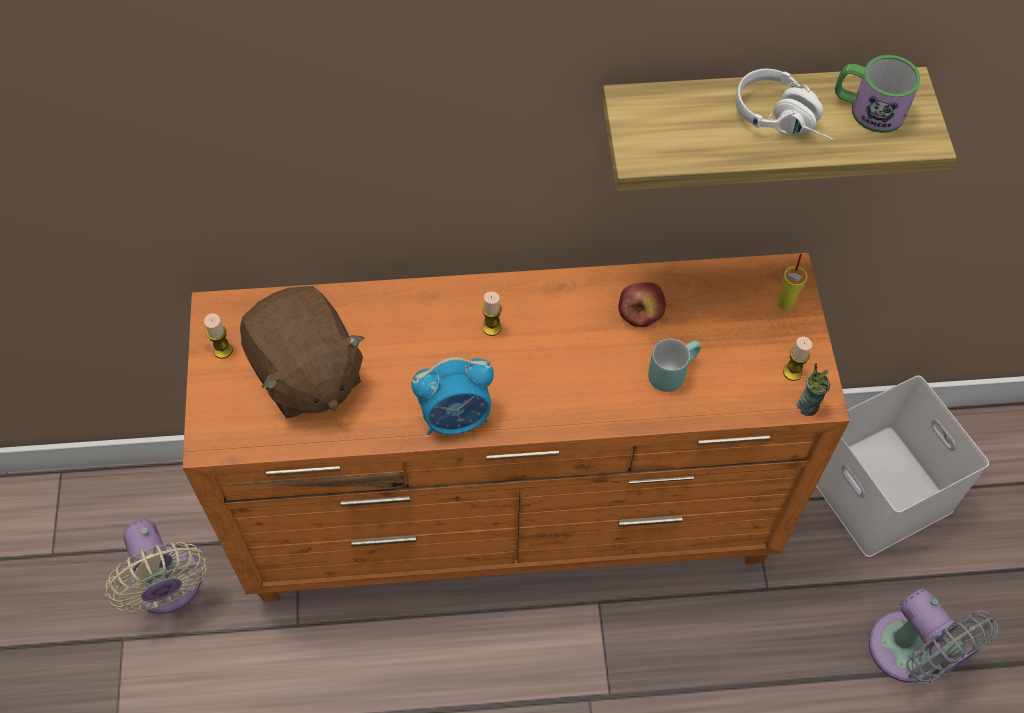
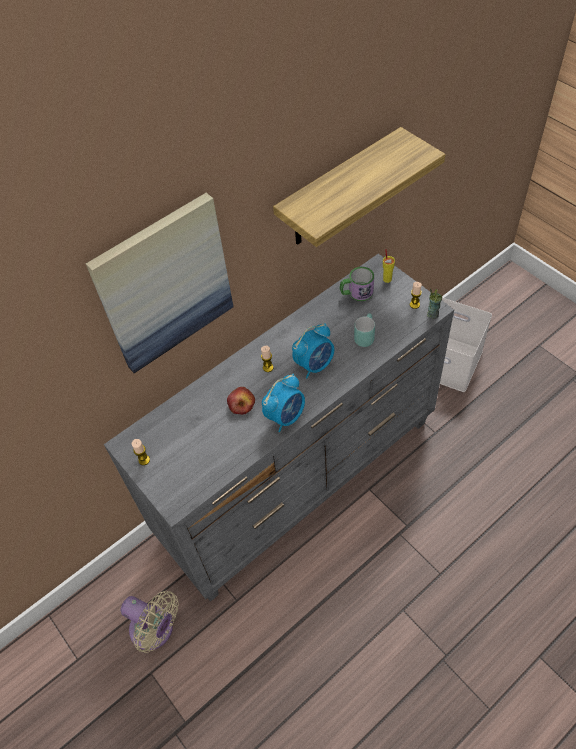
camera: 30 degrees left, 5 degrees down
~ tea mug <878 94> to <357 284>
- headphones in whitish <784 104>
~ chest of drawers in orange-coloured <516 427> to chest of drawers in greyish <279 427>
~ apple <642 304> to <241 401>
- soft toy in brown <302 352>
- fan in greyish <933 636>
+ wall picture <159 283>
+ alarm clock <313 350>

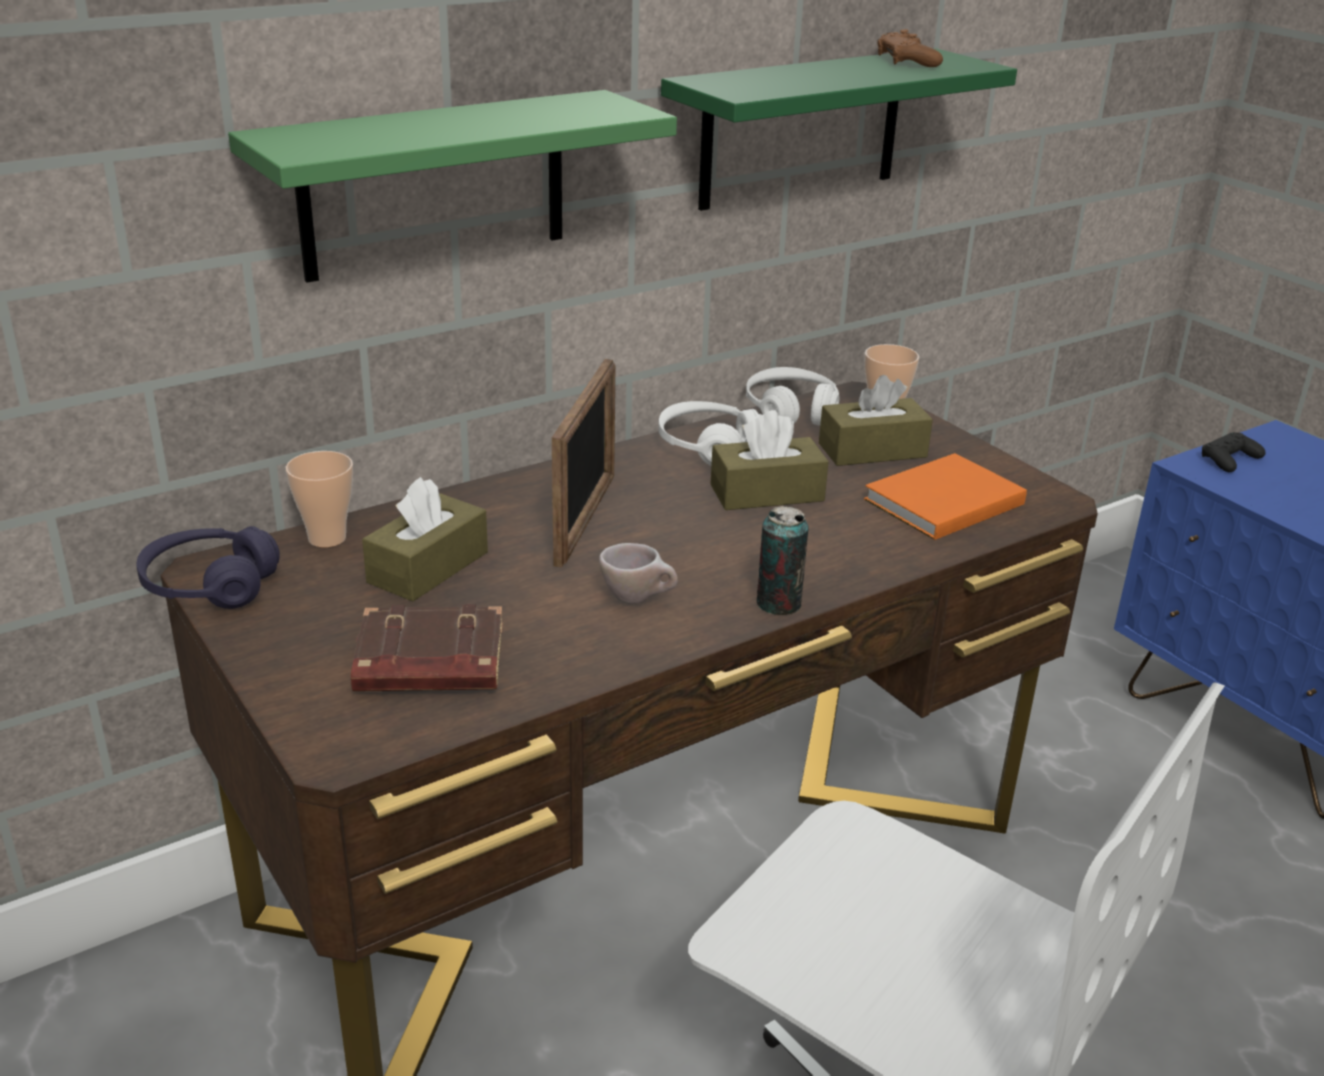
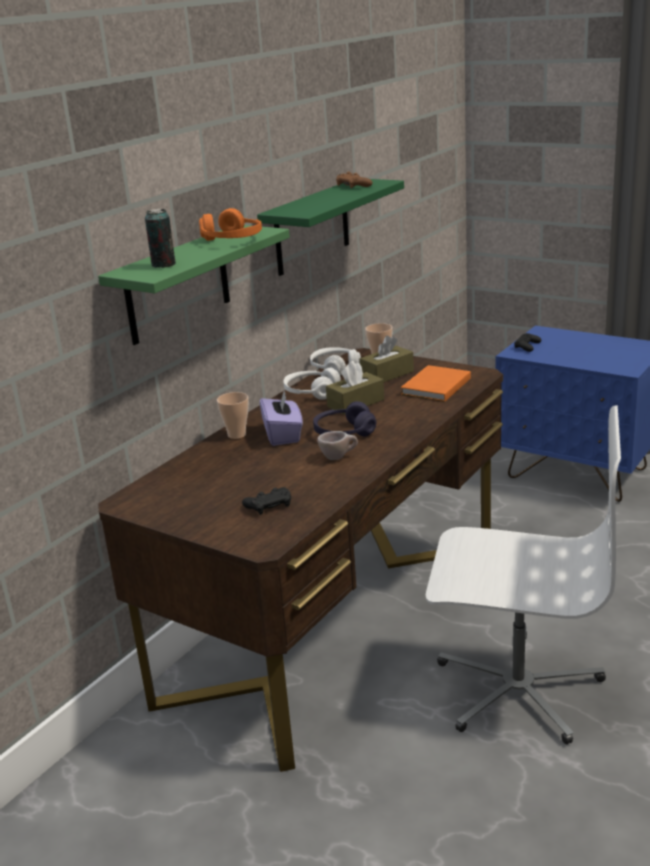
camera: 20 degrees left, 5 degrees down
~ picture frame <583 463> to box of tissues in purple <281 419>
~ drinking cup <319 499> to <233 415>
- box of tissues in brown <425 539>
~ metal can <783 560> to <160 238>
~ headphones in purple <208 567> to <344 419>
~ book in brown <427 647> to gamepad in black <266 501>
+ headphones in orange-coloured <230 224>

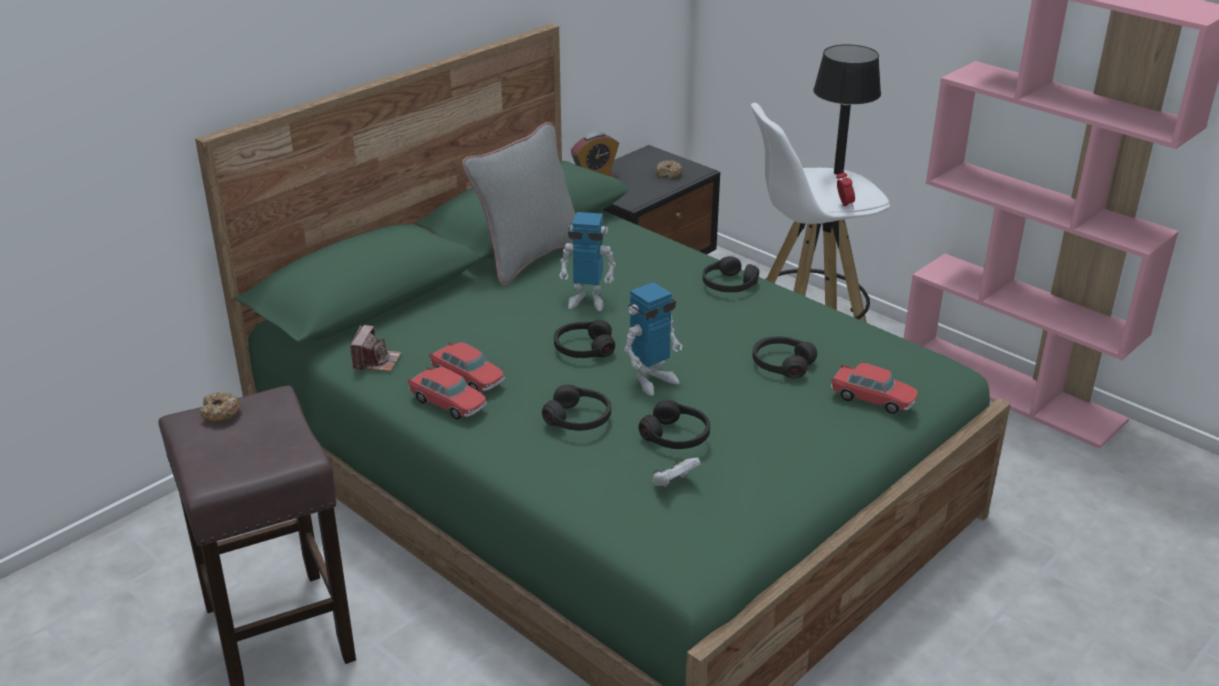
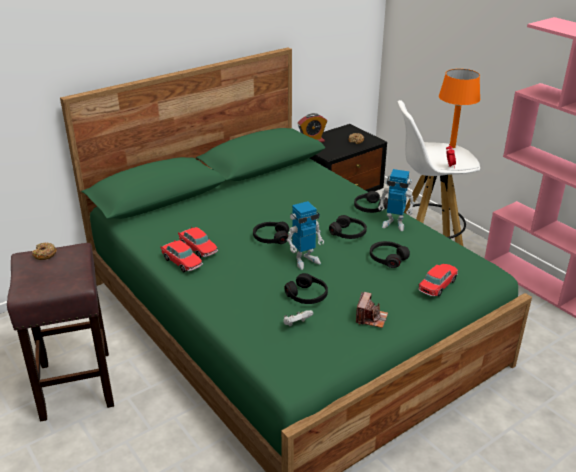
camera: 10 degrees right, 0 degrees up
~ lamp for a table in black <847 109> to lamp for a table in orange-coloured <459 108>
- pillow in greyish <519 203>
~ model robot <587 261> to <396 200>
~ photo camera <376 348> to <372 310>
~ miniature car <874 388> = <438 280> 90 degrees counterclockwise
~ headphones in black <576 408> to <348 227>

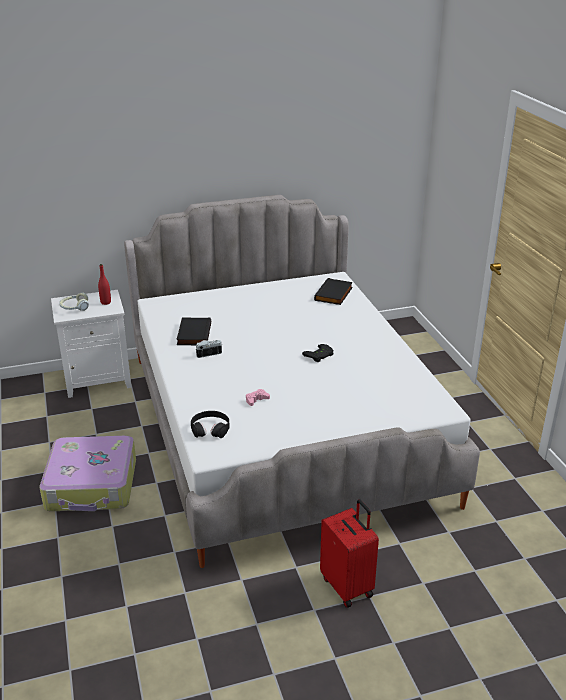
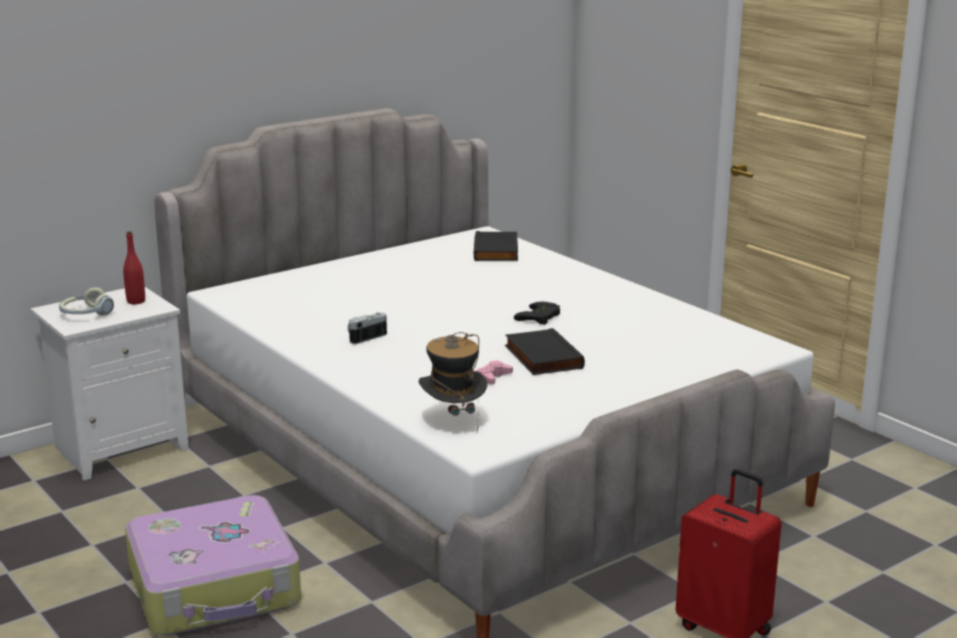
camera: 20 degrees left, 10 degrees down
~ book in black <193 331> to <545 351>
~ headphones in black <210 424> to hat <452 382>

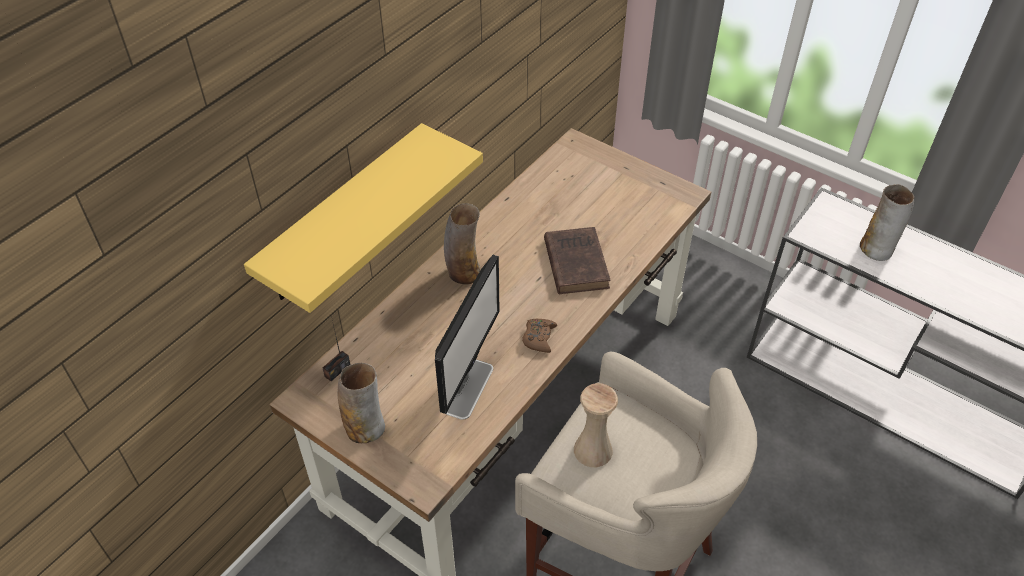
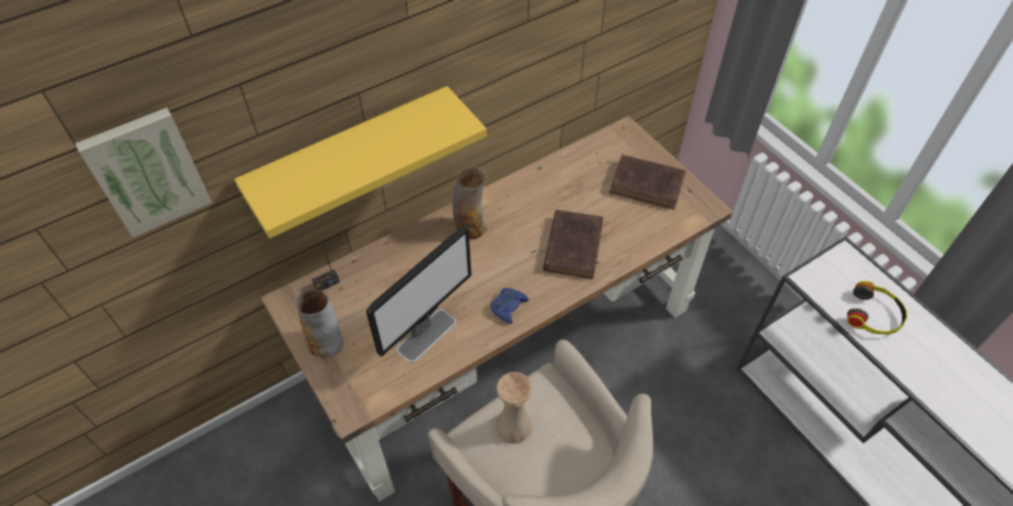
camera: 20 degrees right, 5 degrees up
~ vase <887 222> to headphones <877 308>
~ gamepad in brown <539 336> to gamepad in bluish <509 306>
+ wall picture <143 172>
+ book in brown <647 182>

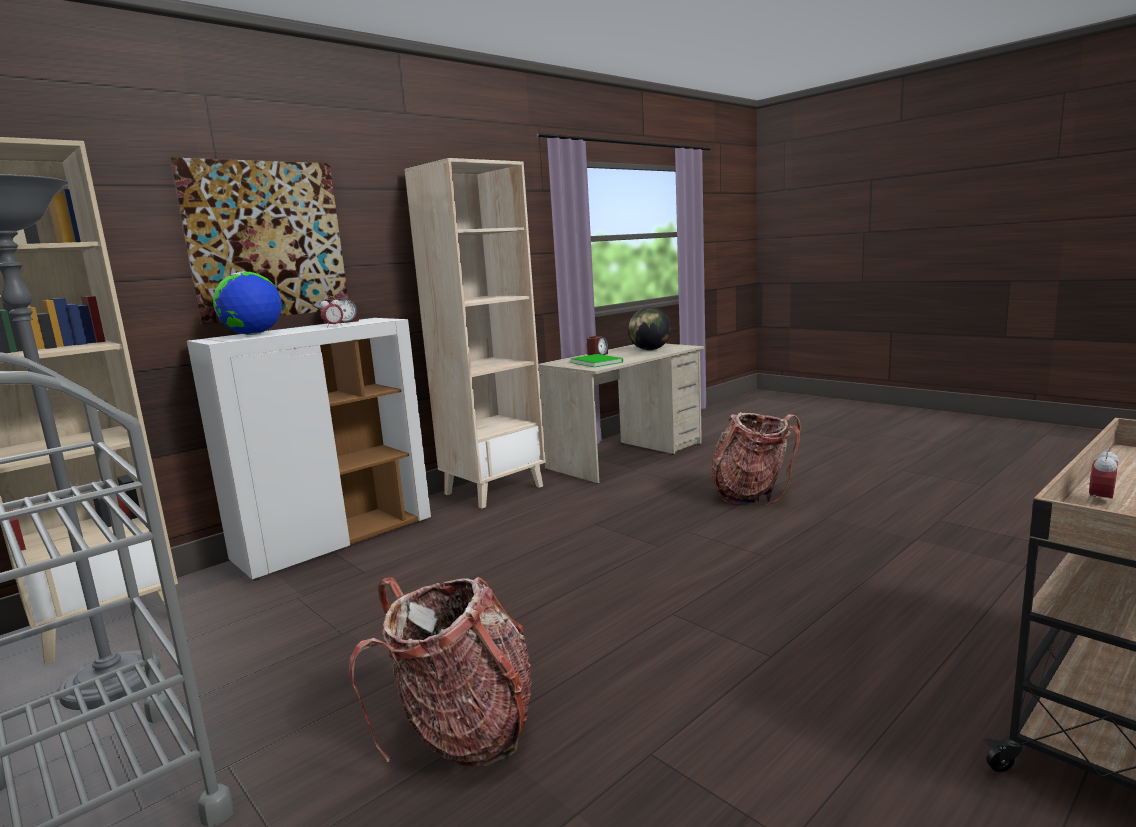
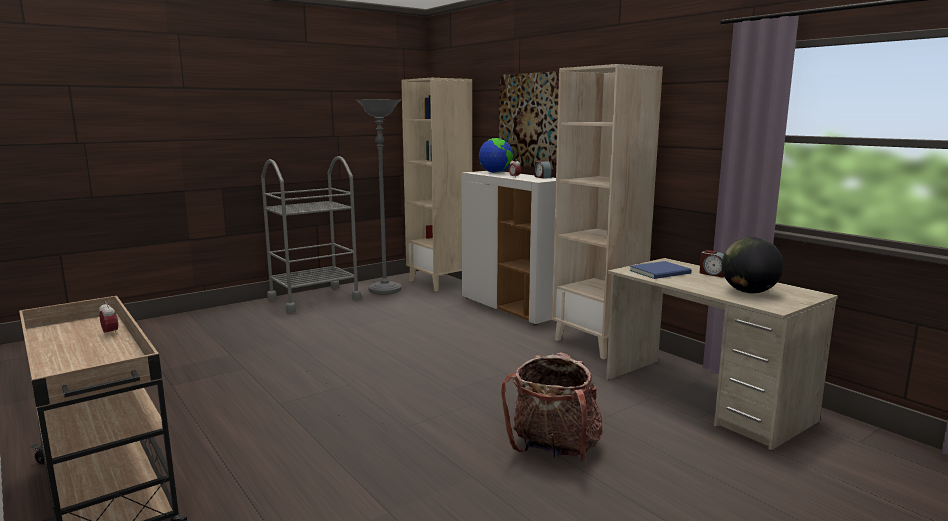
camera: 95 degrees right, 0 degrees up
~ book in green <596 360> to book in bluish <660 270>
- backpack <440 671>

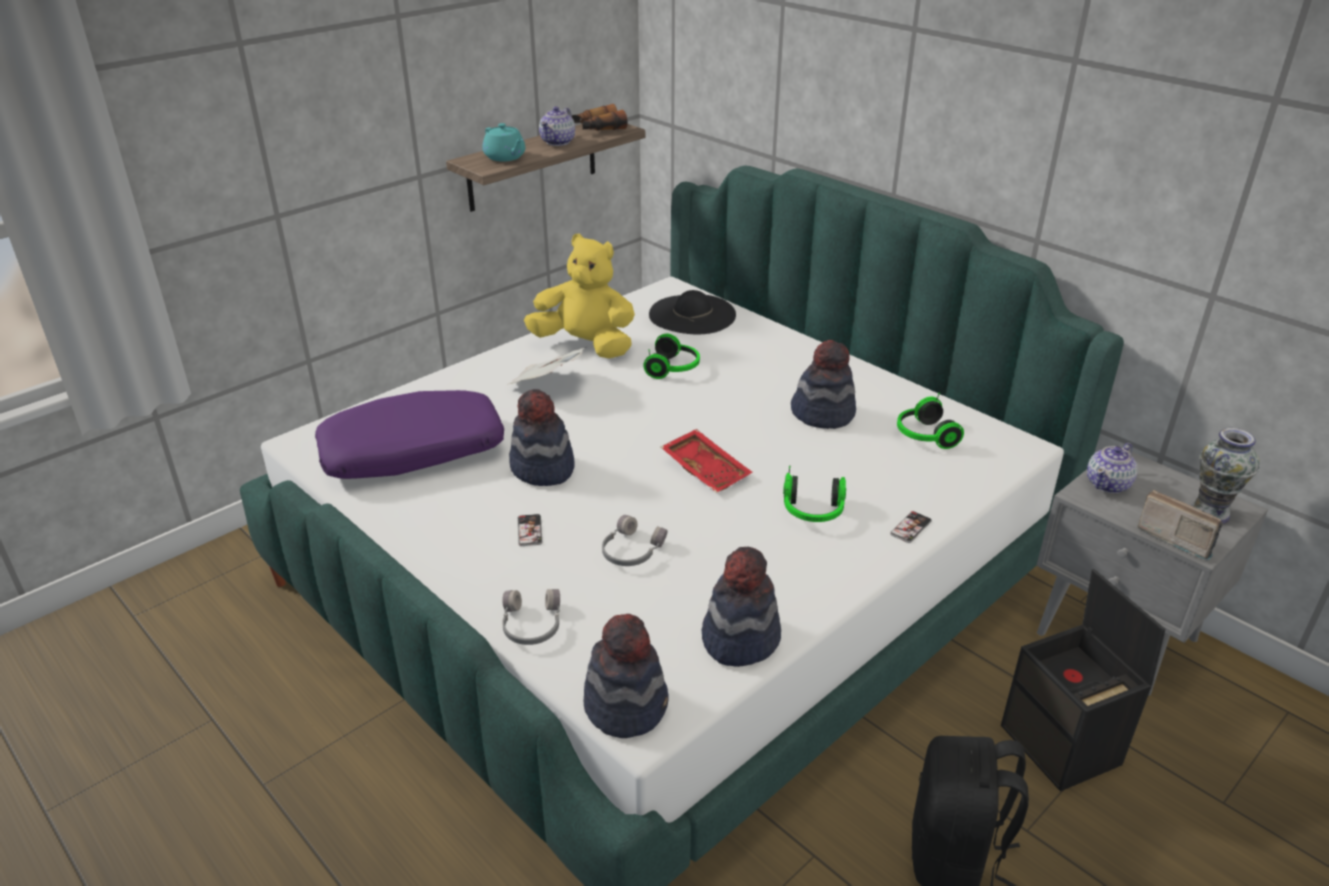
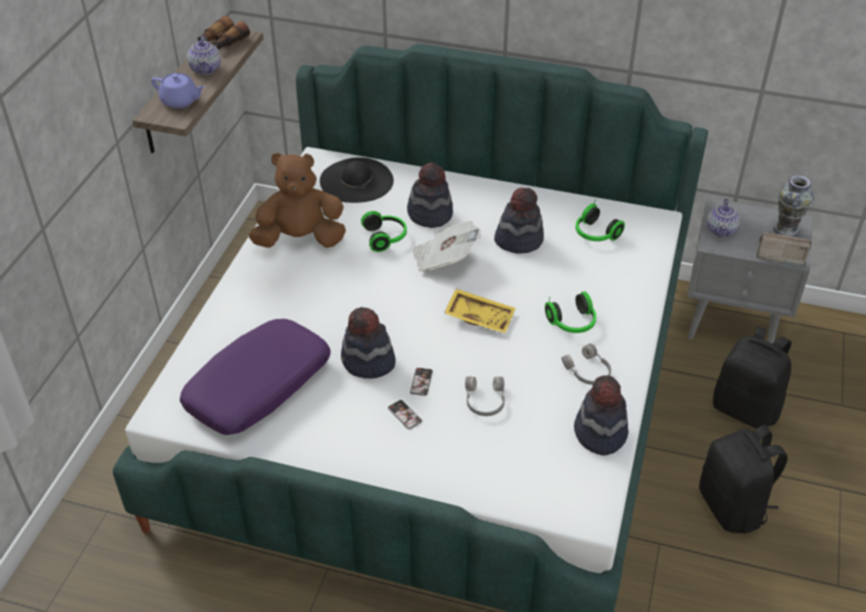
camera: 30 degrees left, 10 degrees up
~ tea pot in turquoise <503 142> to tea pot in purple <178 90>
~ soft toy in yellow-coloured <579 296> to soft toy in brown <297 200>
~ daily paper <546 366> to <447 246>
~ tray in red-coloured <706 461> to tray in yellow-coloured <480 311>
~ handset <911 527> to <421 382>
~ storage bin in black <1083 680> to backpack in black <752 377>
~ headphones in greyish <531 617> to <586 364>
~ hat <626 676> to <430 195>

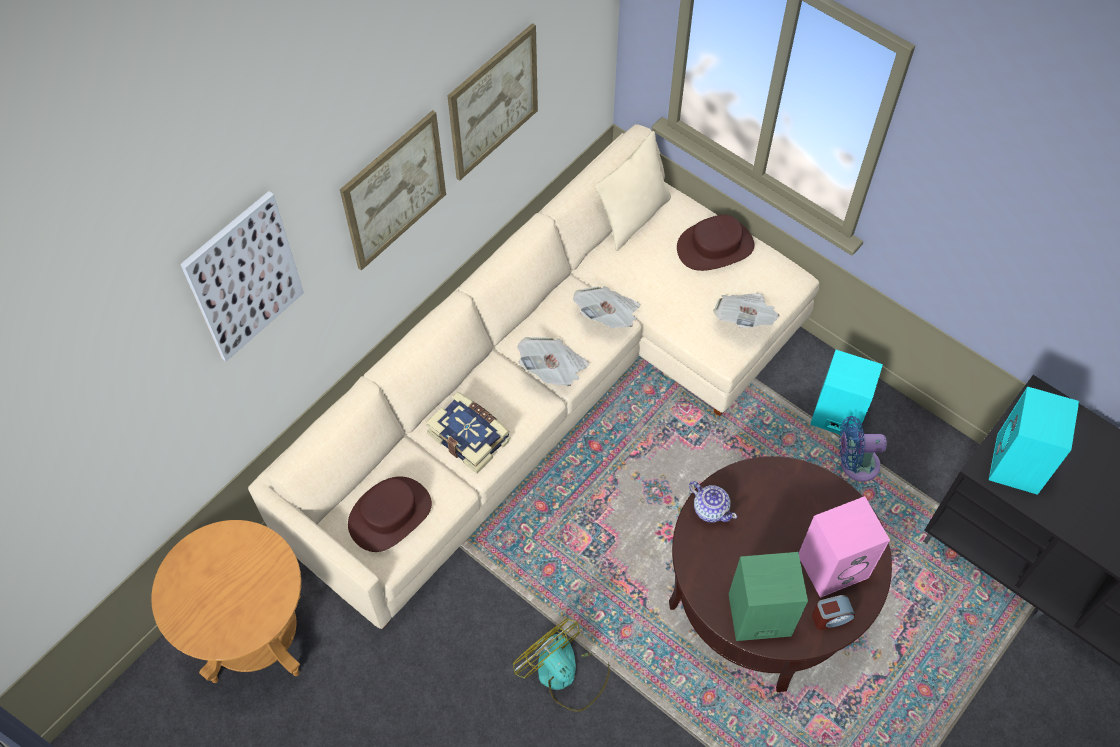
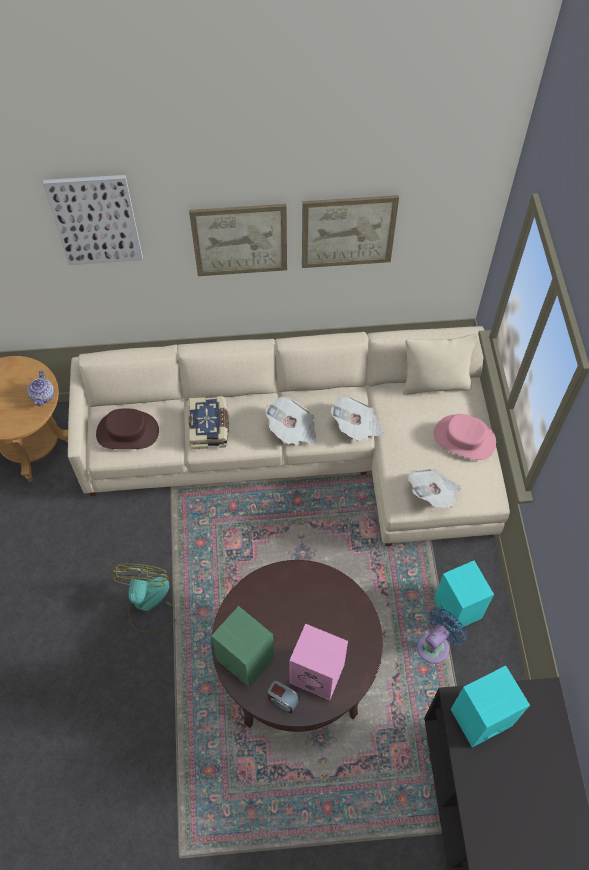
camera: 45 degrees right, 0 degrees up
~ hat in brown <716 243> to hat in pink <464 437>
~ fan in bluish <863 449> = <442 635> 90 degrees clockwise
~ tea pot <713 502> to <41 388>

